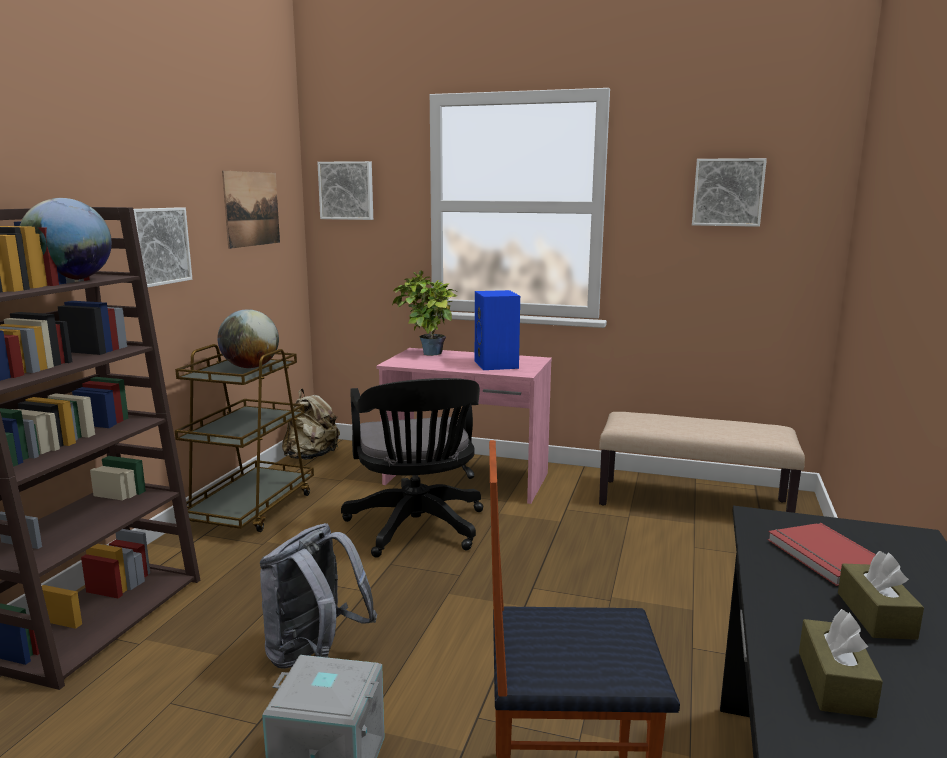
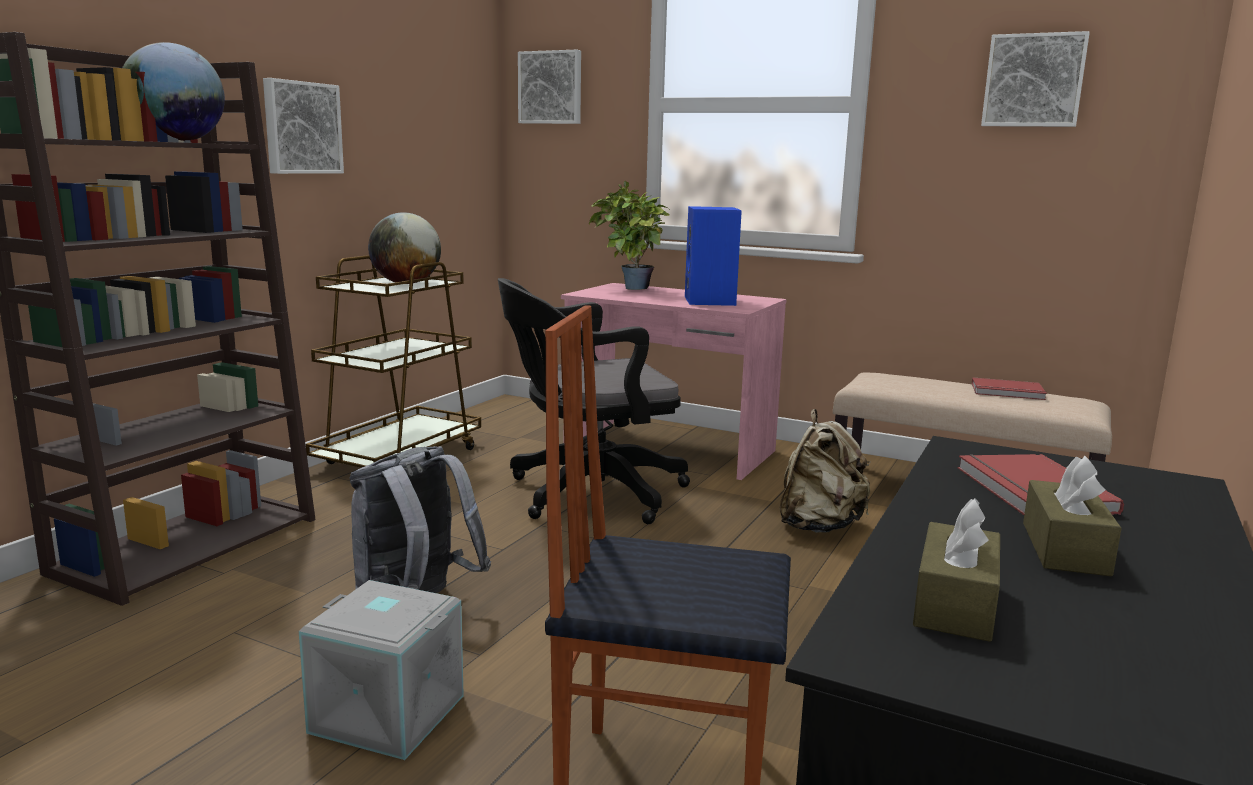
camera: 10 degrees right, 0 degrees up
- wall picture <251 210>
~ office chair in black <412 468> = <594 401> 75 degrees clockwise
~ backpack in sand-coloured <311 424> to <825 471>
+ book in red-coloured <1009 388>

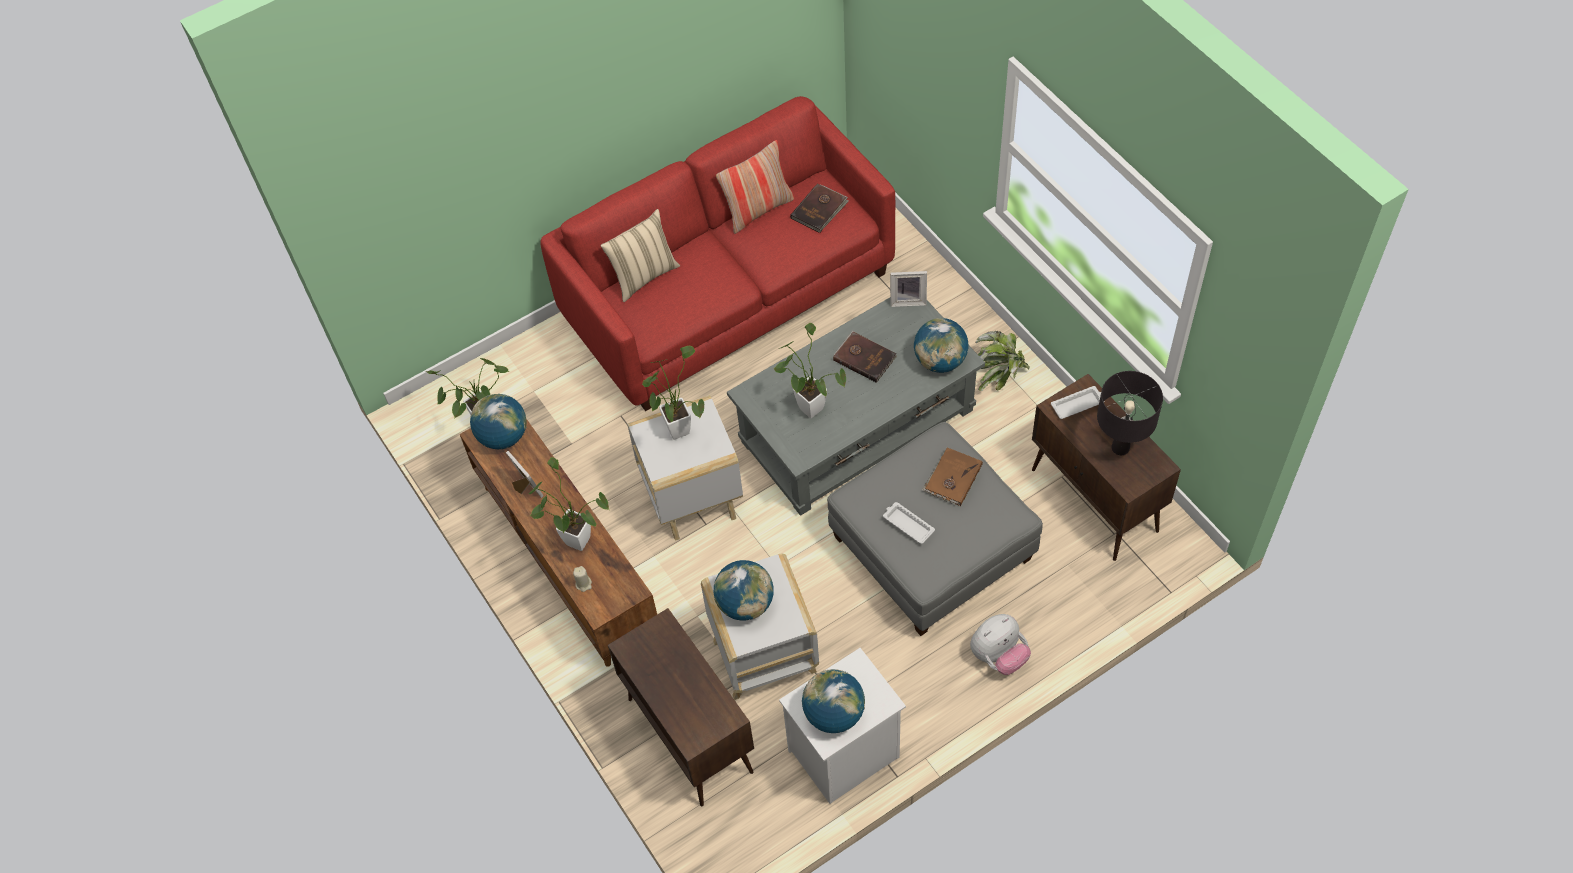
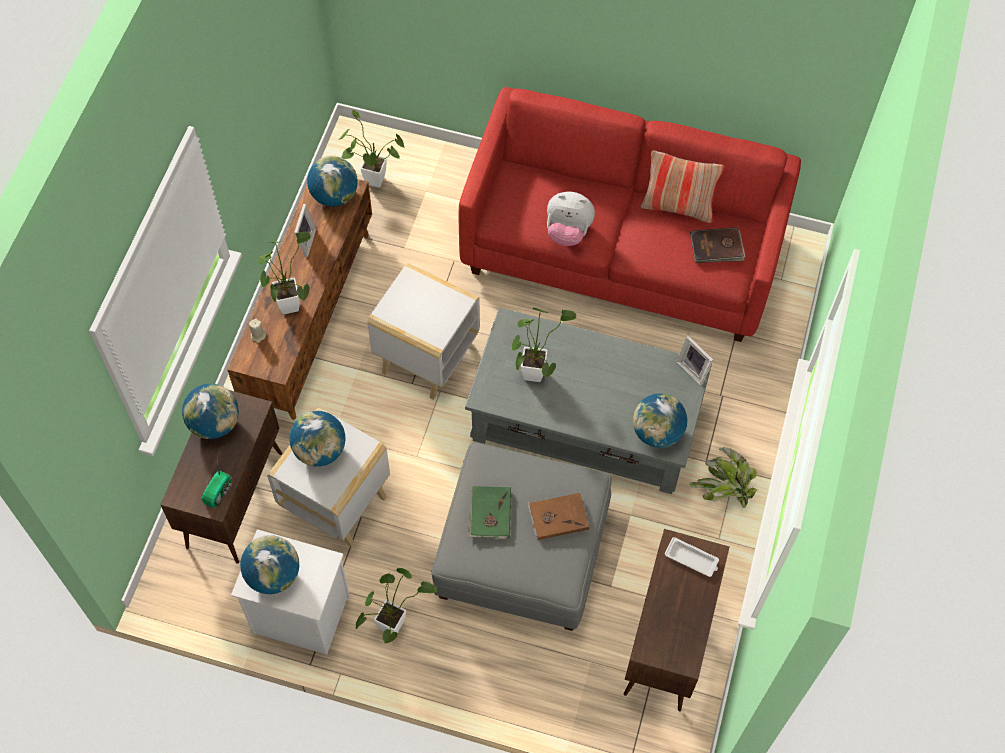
camera: 45 degrees right, 5 degrees up
- pillow in sand-coloured <640 255>
- book in brown <865 357>
~ potted plant <673 393> to <396 606>
- lamp for a table in black <1130 413>
~ tray in whitish <909 523> to book in green <489 512>
~ soft toy <1000 644> to <571 219>
+ globe <210 411>
+ radio receiver <217 484>

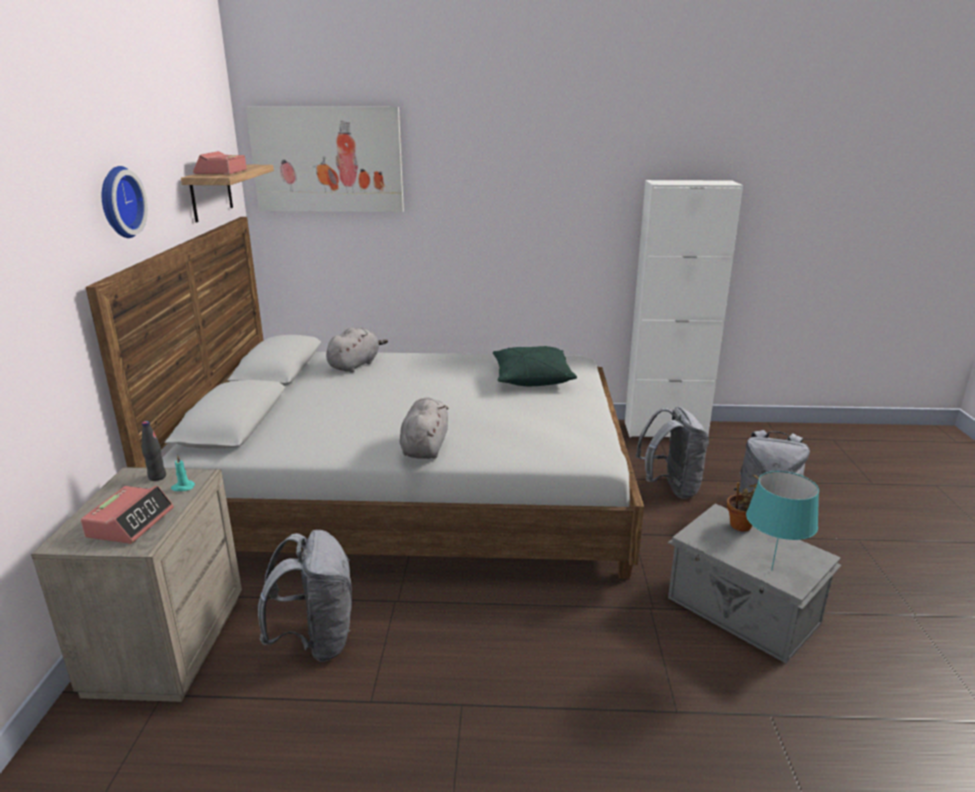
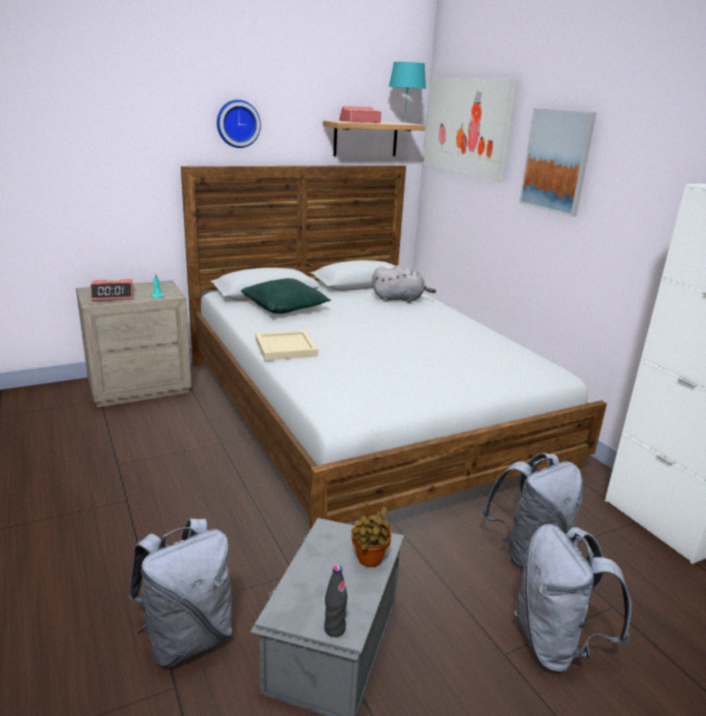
camera: 60 degrees right, 0 degrees up
~ pillow in green <535 366> to <286 296>
~ soft toy in greyish <424 428> to tray in sand-coloured <286 345>
~ beverage bottle in black <154 451> to <336 601>
~ lamp for a table in turquoise <782 521> to <407 93>
~ backpack in greyish <305 595> to <180 593>
+ wall picture <558 162>

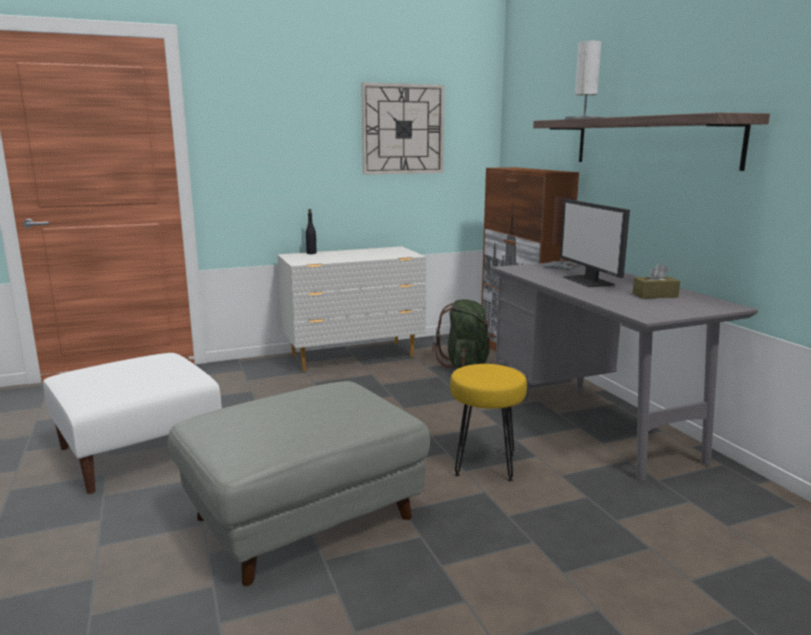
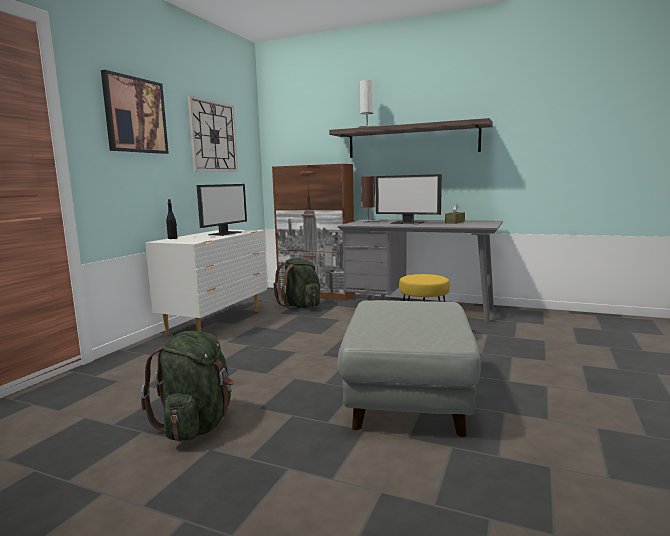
camera: 45 degrees left, 5 degrees down
~ footrest in whitish <132 423> to backpack in green <187 386>
+ wall picture <135 112>
+ computer screen <221 210>

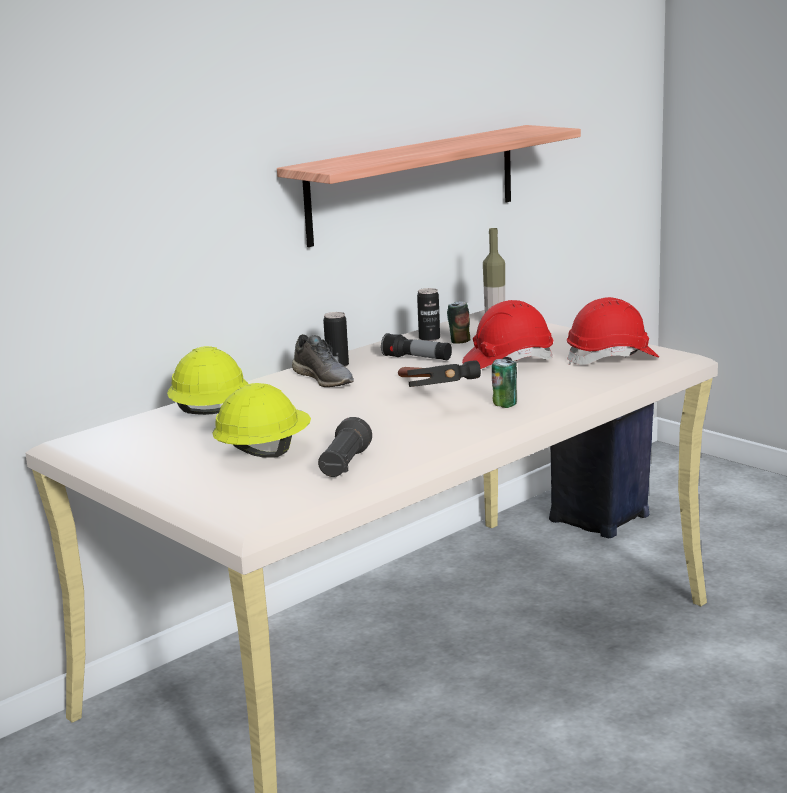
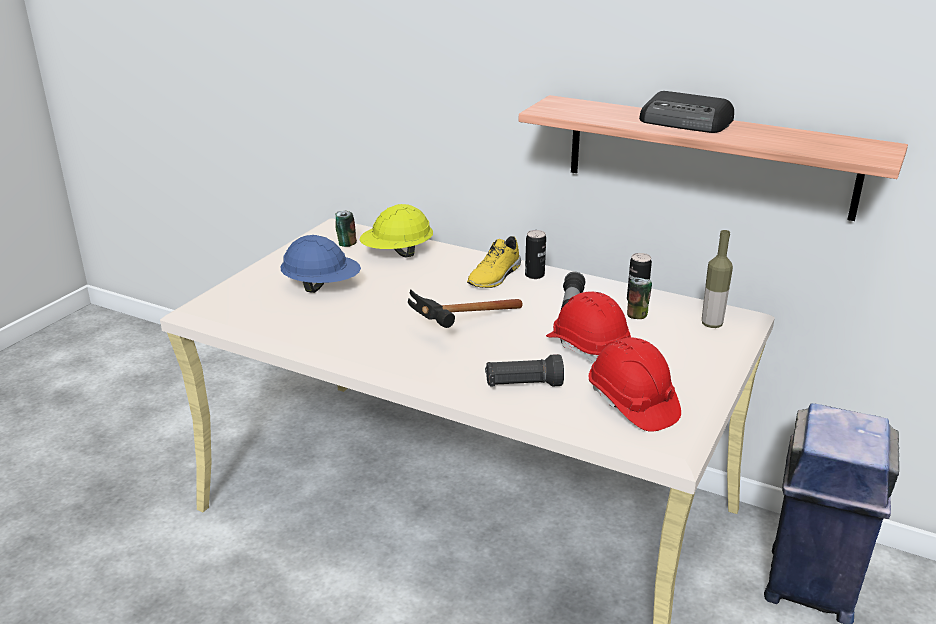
camera: 70 degrees right, 10 degrees up
~ item of footwear in greyish <323 360> to item of footwear in yellow-coloured <494 262>
~ metal can <504 383> to <346 228>
~ work helmet in yellow-coloured <261 420> to work helmet in bluish <320 264>
~ flashlight in black <345 447> to <524 370>
+ radio receiver <686 112>

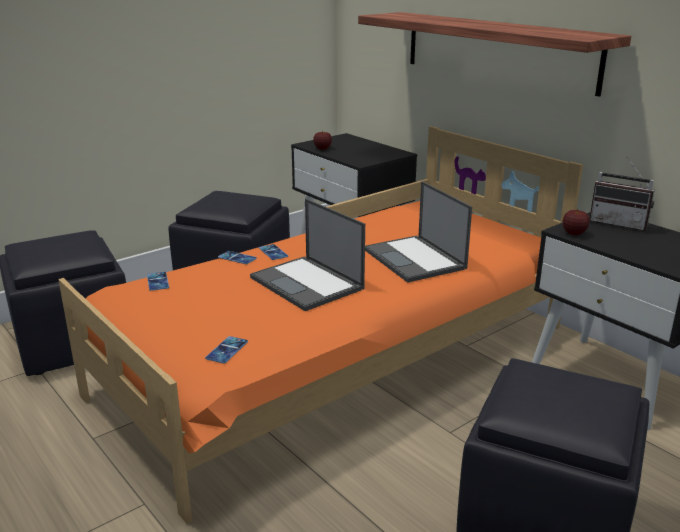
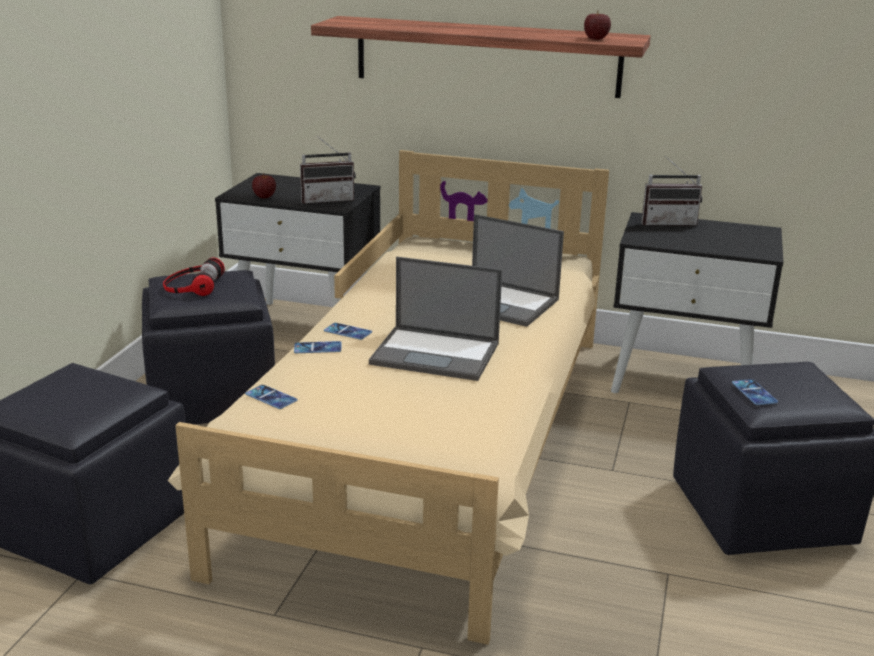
camera: 35 degrees left, 0 degrees up
~ sleeping bed in orange-coloured <320 325> to sleeping bed in sand-coloured <388 397>
~ apple <576 222> to <597 25>
~ handset <226 349> to <755 392>
+ radio receiver <328 170>
+ headphones <194 277>

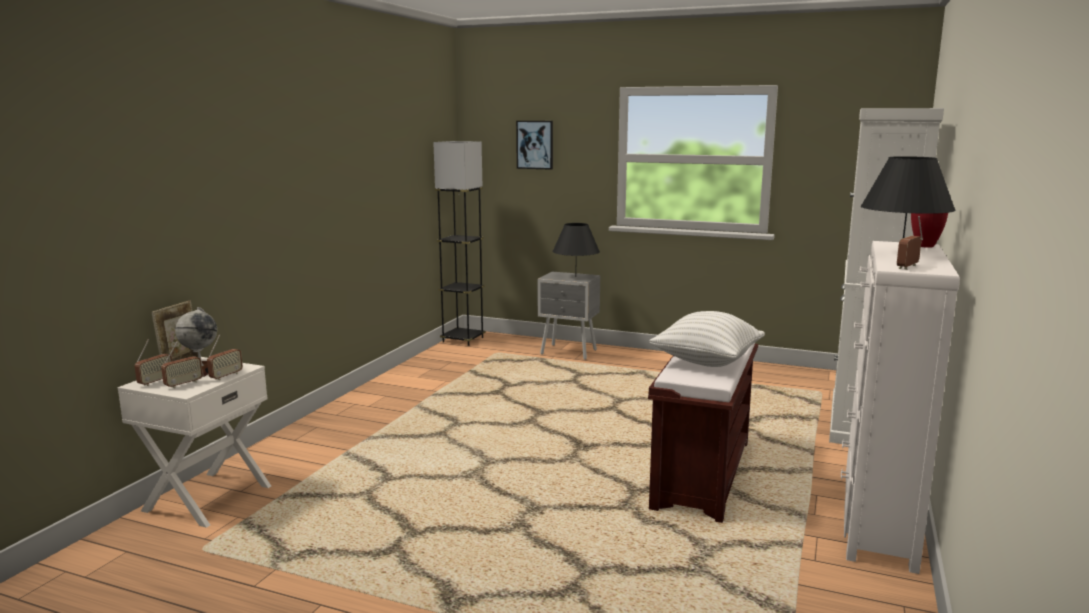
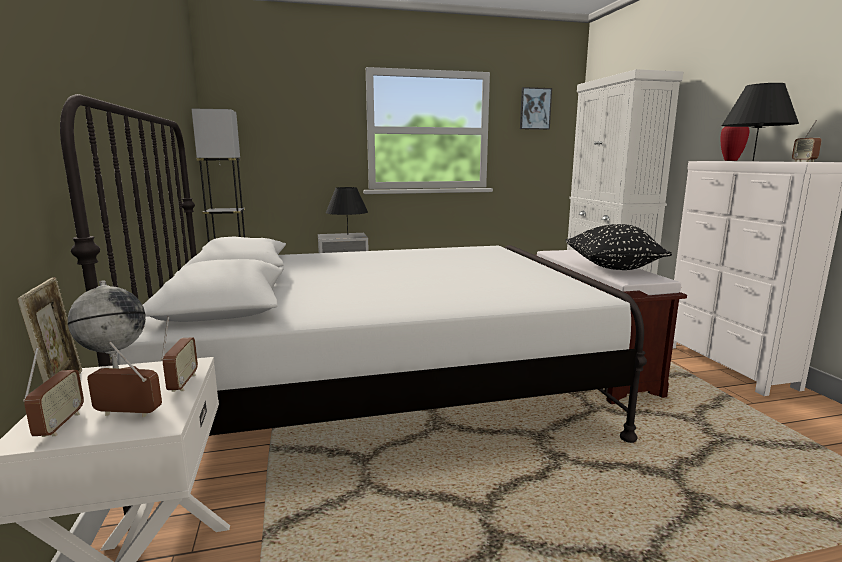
camera: 35 degrees left, 0 degrees up
~ wall picture <534 145> to <536 108>
~ pillow in whitish <707 339> to pillow in black <619 247>
~ radio receiver <182 364> = <124 380> 90 degrees counterclockwise
+ sleeping bed in whitish <353 305>

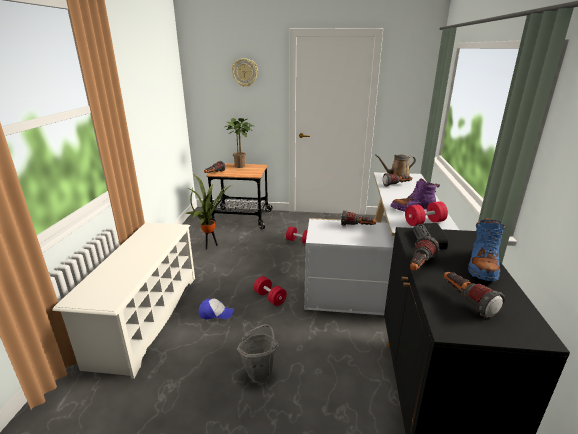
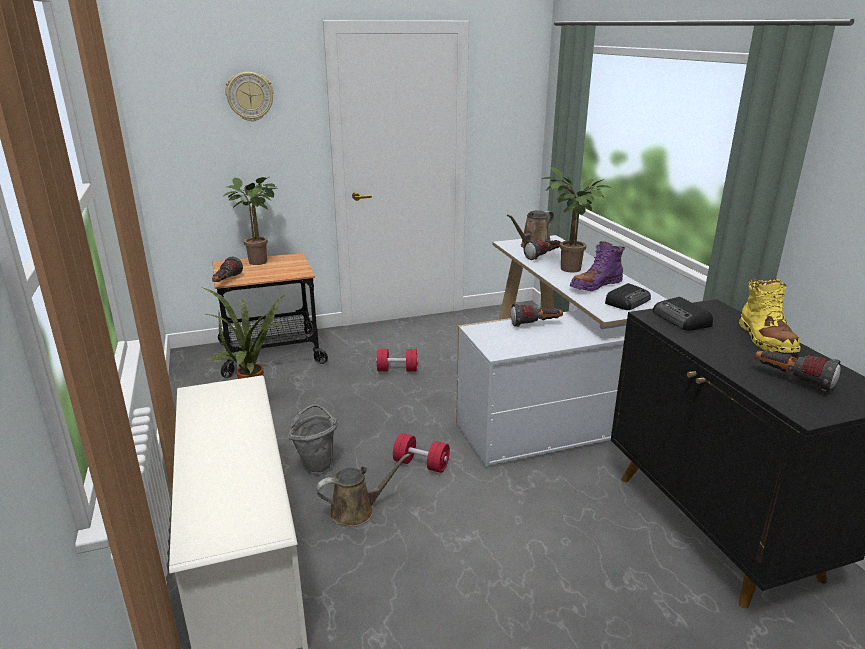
camera: 25 degrees left, 0 degrees up
~ dumbbell in red-coloured <426 213> to radio receiver <628 296>
~ boot in bluish <487 249> to boot in yellow-coloured <770 315>
- flashlight <424 253>
~ peaked cap <216 308> to watering can in brown <363 490>
~ bucket in greyish <258 353> to <313 439>
+ potted plant <577 219>

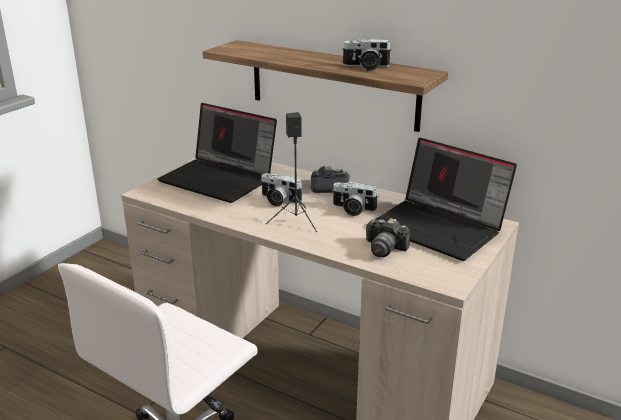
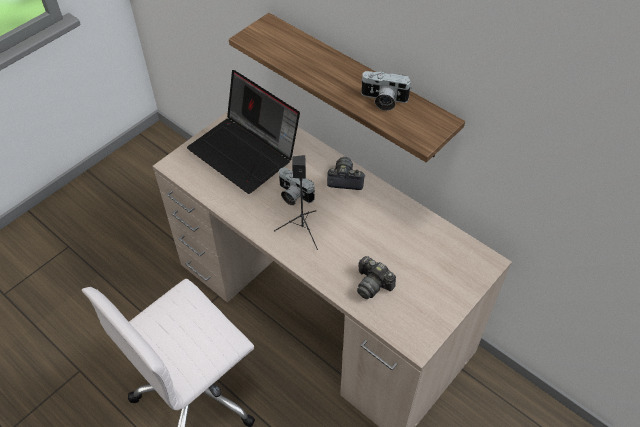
camera: 10 degrees right, 25 degrees up
- laptop <446 199>
- photo camera <355 199>

